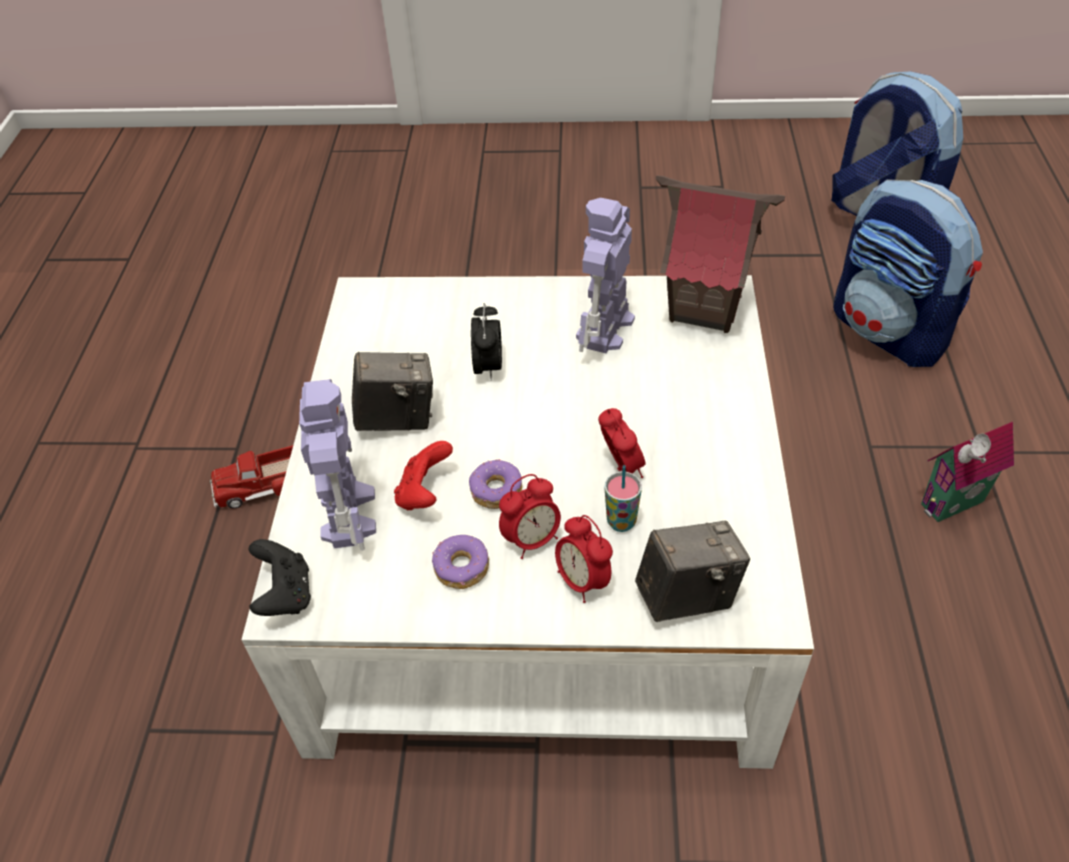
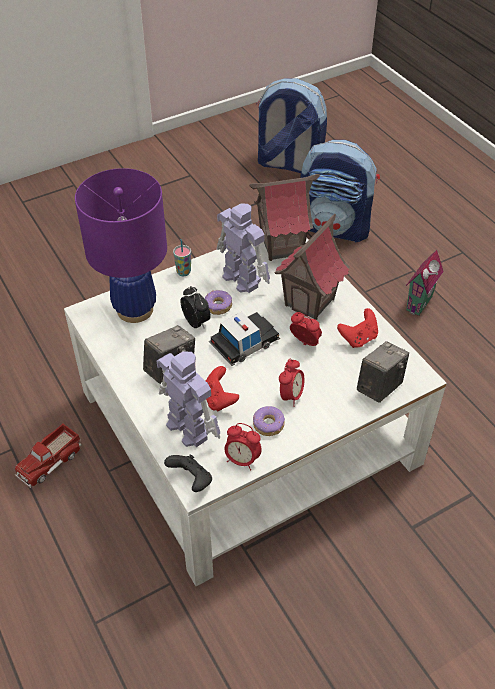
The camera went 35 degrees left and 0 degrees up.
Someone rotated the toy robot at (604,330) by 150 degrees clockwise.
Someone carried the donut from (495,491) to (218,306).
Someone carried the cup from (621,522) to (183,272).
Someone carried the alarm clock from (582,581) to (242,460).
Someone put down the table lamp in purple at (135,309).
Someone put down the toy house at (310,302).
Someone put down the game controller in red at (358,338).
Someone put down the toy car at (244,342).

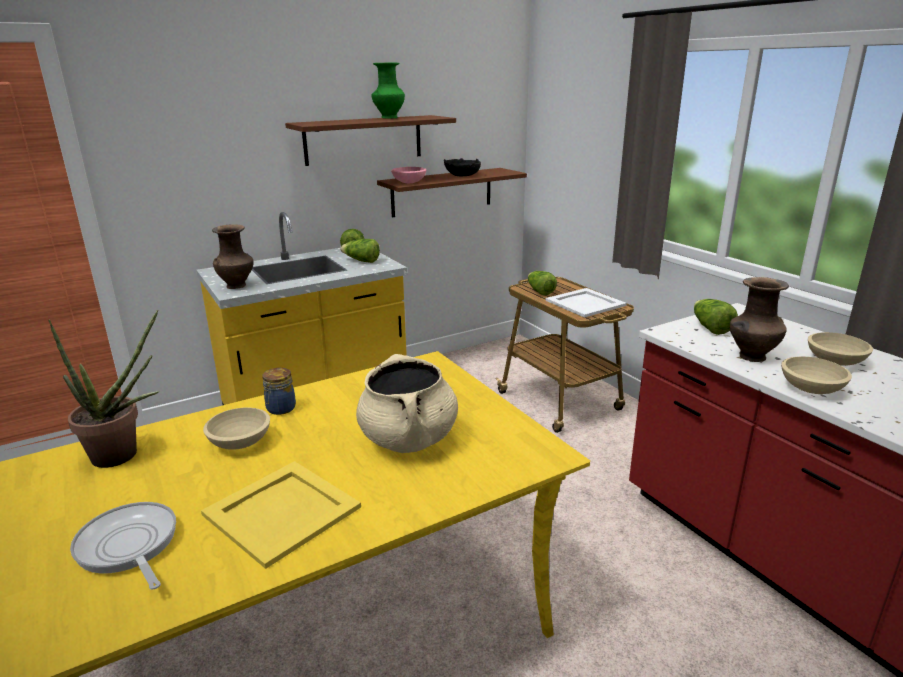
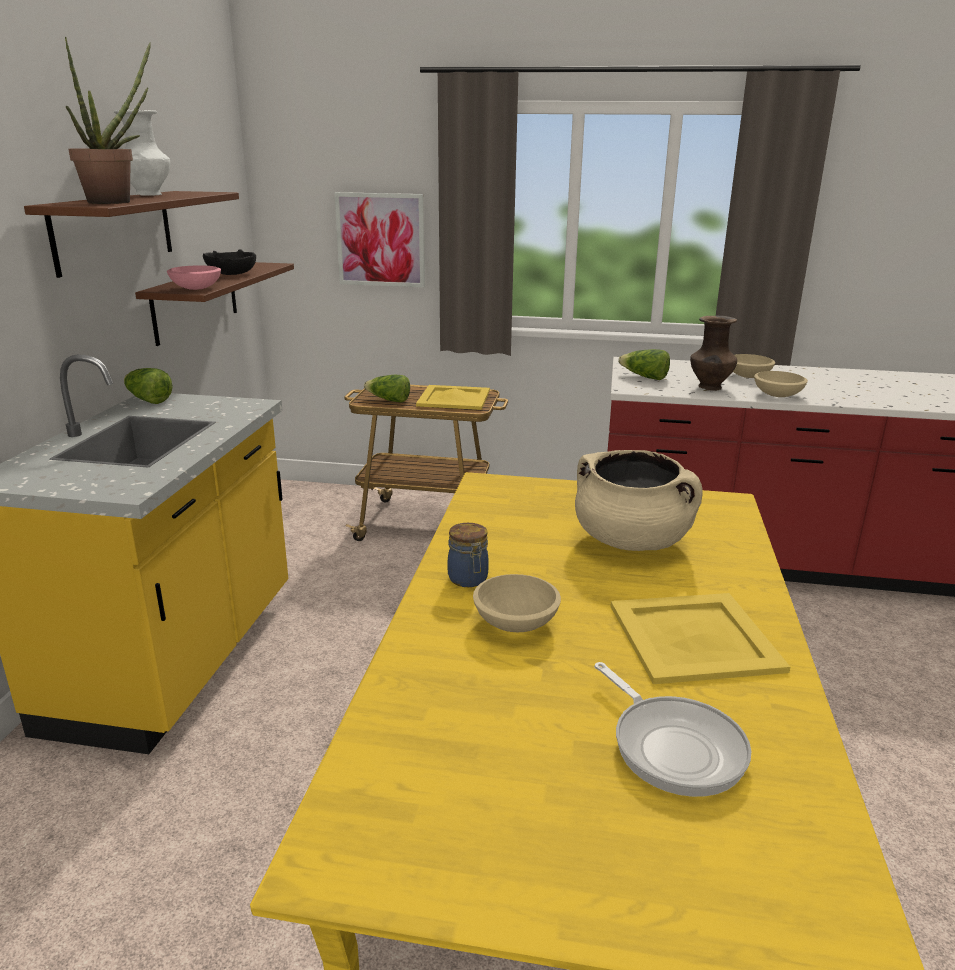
The camera went 50 degrees left and 0 degrees up.
Someone repainted the vase in green at (388,118), which became the vase in white at (148,195).
Someone took away the vase in brown at (237,286).
Someone took away the lettuce at (361,261).
Someone repainted the tray in white at (585,303), which became the tray in yellow at (454,398).
Someone carried the potted plant from (124,455) to (118,202).
Someone rotated the frying pan at (129,547) by 120 degrees counterclockwise.
Someone put up the picture at (381,240).

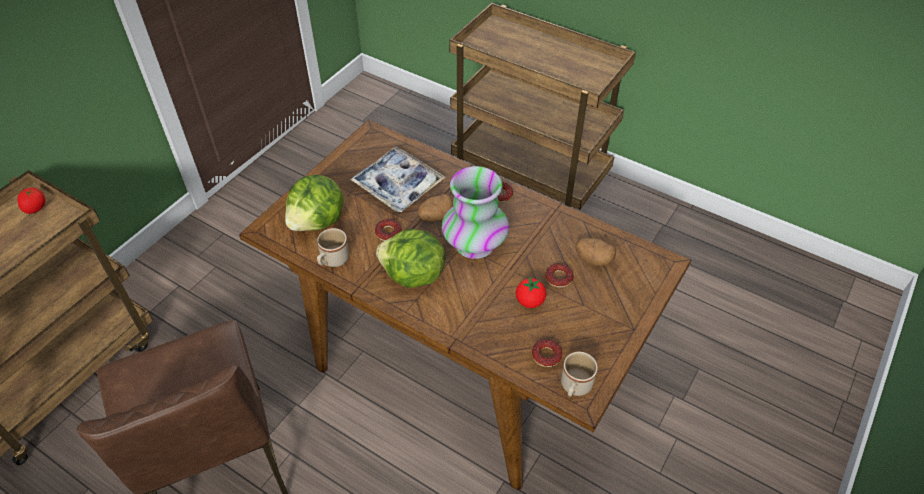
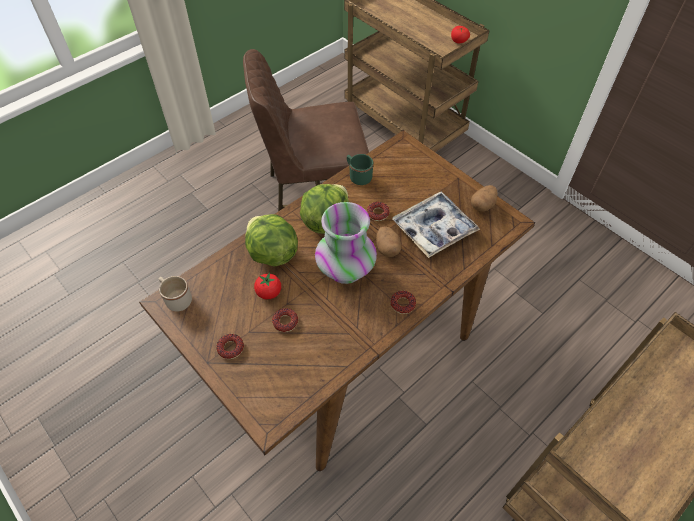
The camera went 105 degrees right and 5 degrees up.
Someone carried the lettuce from (318,222) to (272,254).
Someone repainted the mug in beige at (332,261), which became the mug in green at (358,176).
Someone carried the potato from (593,259) to (482,205).
Someone carried the donut from (546,355) to (230,348).

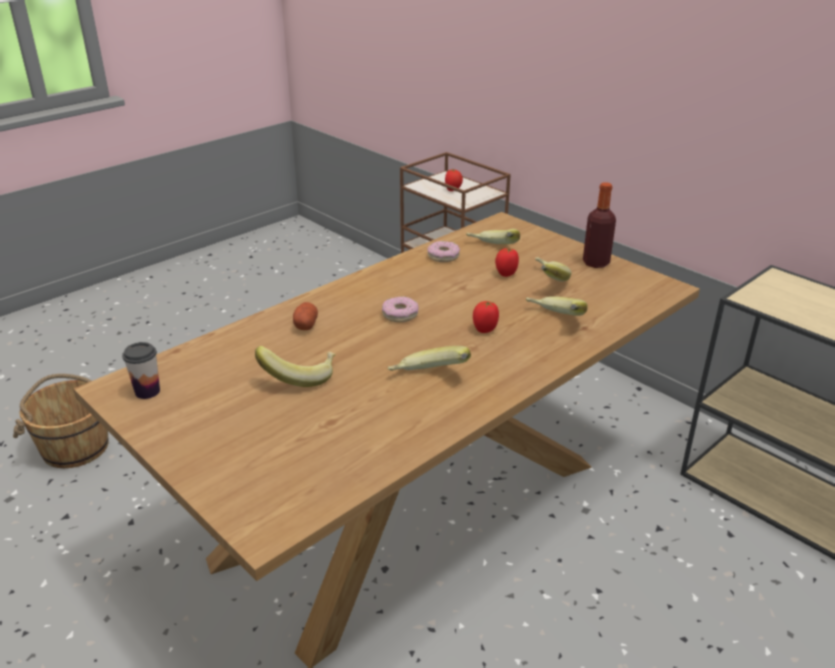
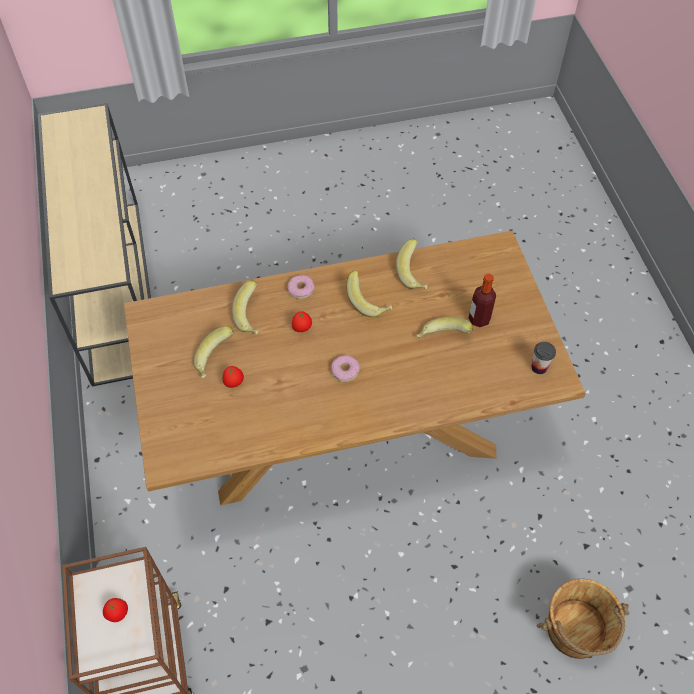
The camera went 150 degrees left and 25 degrees up.
Someone carried the bottle from (596,263) to (479,319).
Someone carried the banana from (491,250) to (414,274).
Someone carried the donut from (443,256) to (301,290).
Someone took away the potato at (305,324).

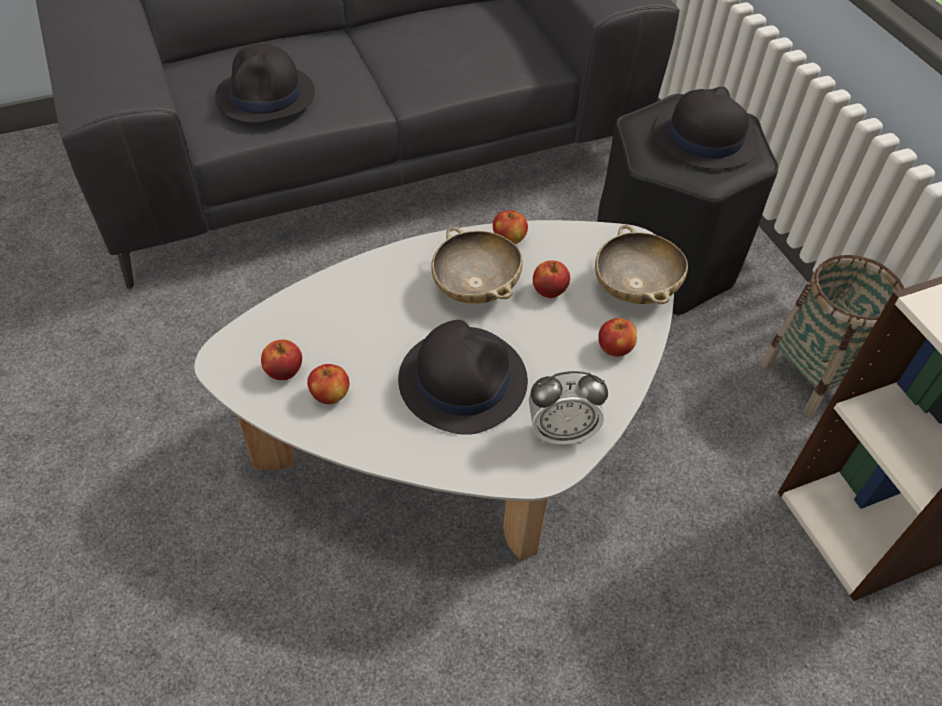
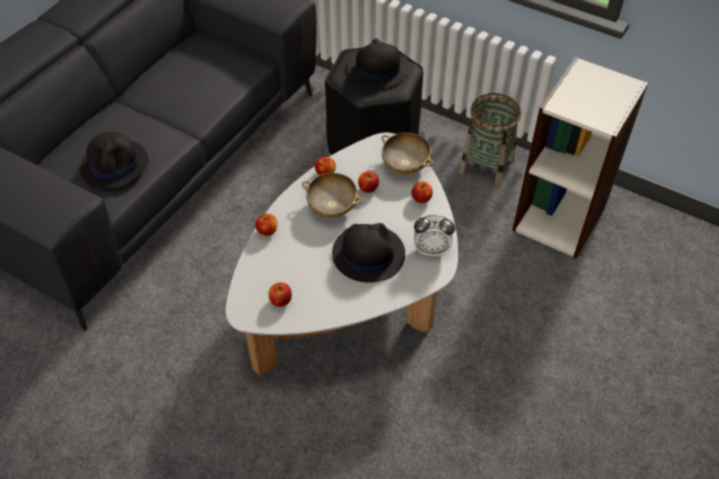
The camera went 35 degrees left and 0 degrees up.
Someone carried the apple from (330,395) to (267,231).
Someone rotated the alarm clock at (561,432) by 45 degrees clockwise.

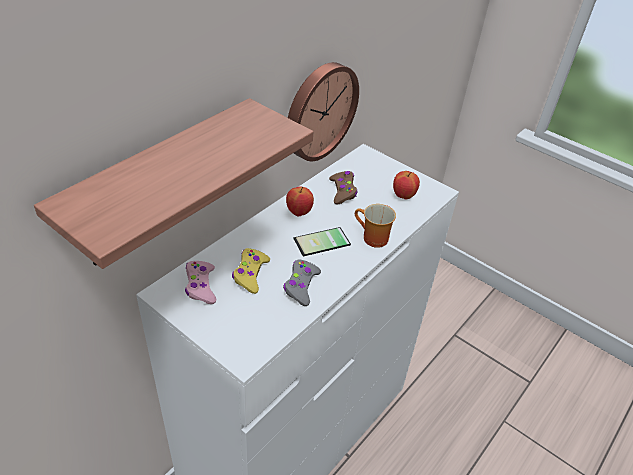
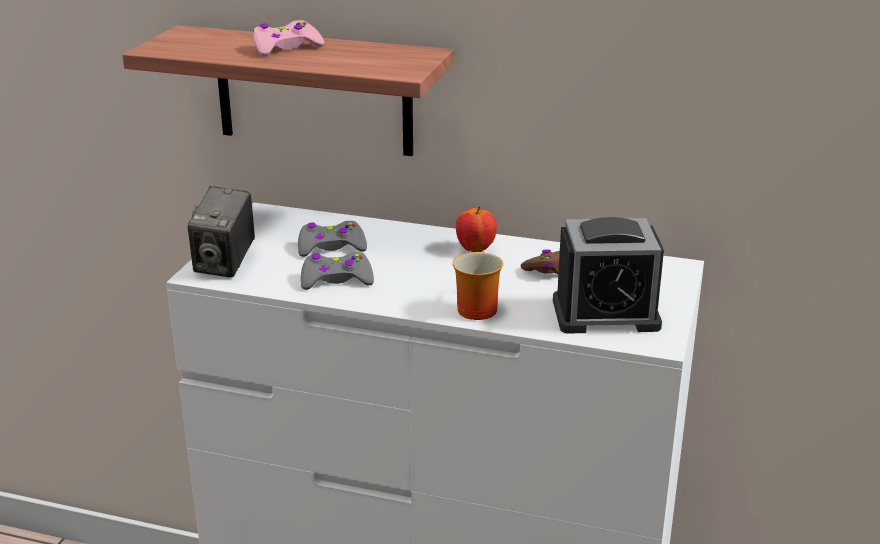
The camera went 70 degrees right and 15 degrees down.
Someone took away the wall clock at (319,110).
Someone swapped the apple at (403,196) for the alarm clock at (605,314).
Someone took away the phone at (323,243).
Someone repainted the game controller in yellow at (250,274), which became the game controller in grey at (331,247).
Someone carried the game controller in pink from (201,286) to (286,48).
Someone put down the photo camera at (225,264).

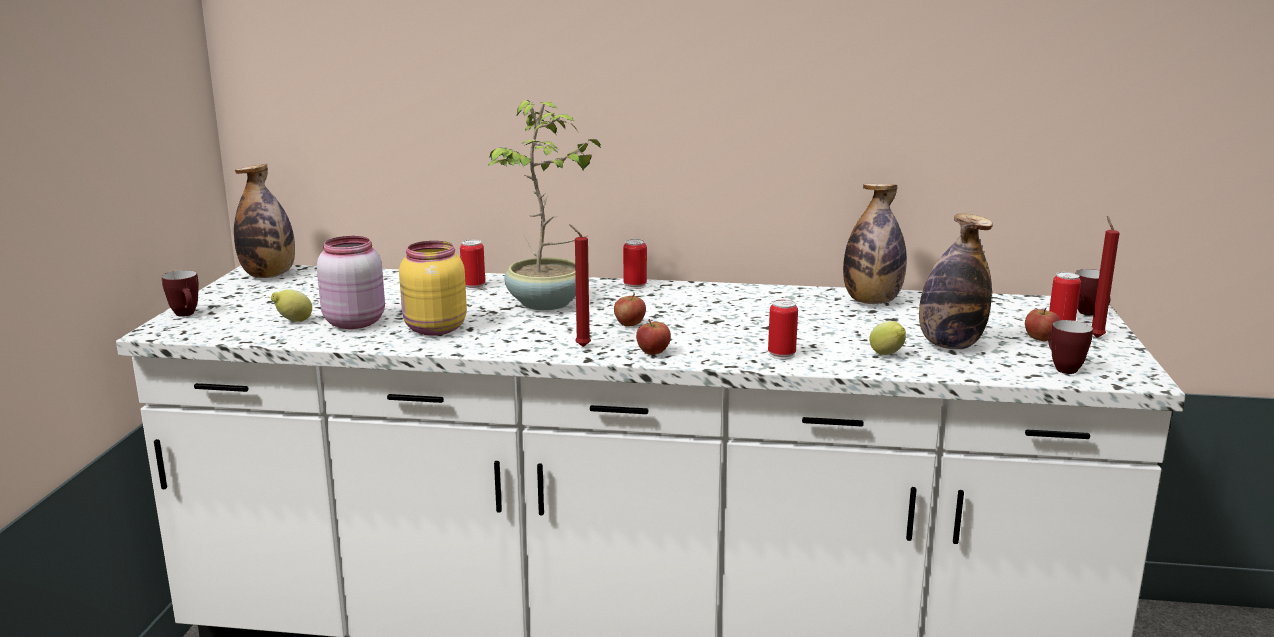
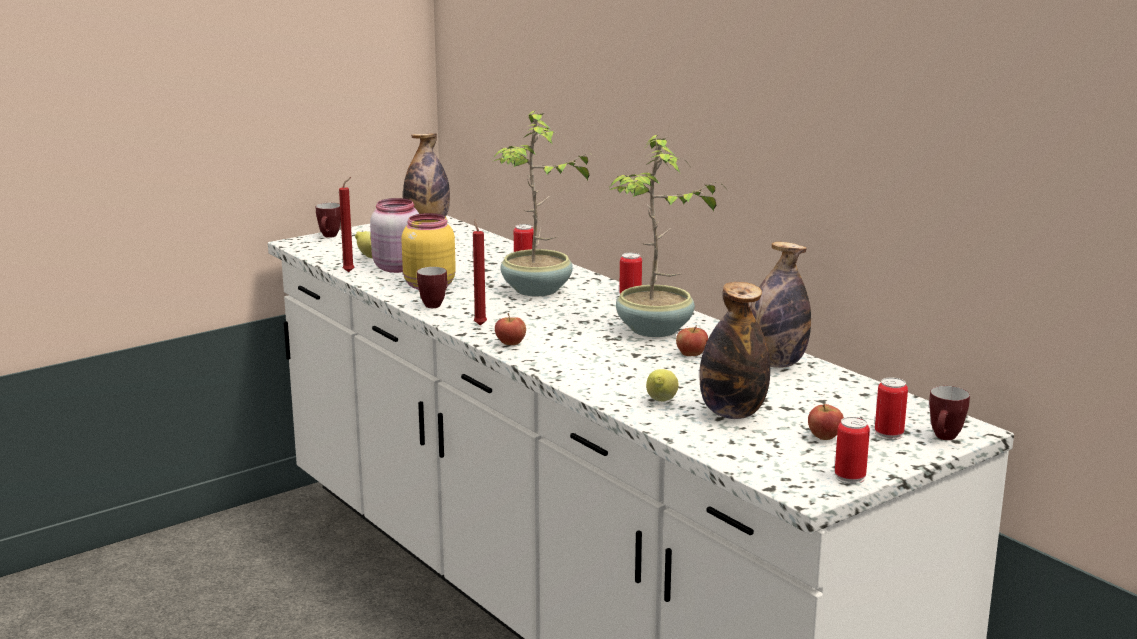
The camera went 45 degrees right and 0 degrees up.
Someone carried the candle in red from (1095,337) to (350,271).
Someone carried the apple from (629,324) to (691,355).
Someone carried the can from (781,354) to (850,477).
Someone carried the mug from (1062,368) to (435,304).
Someone put down the potted plant at (655,330).

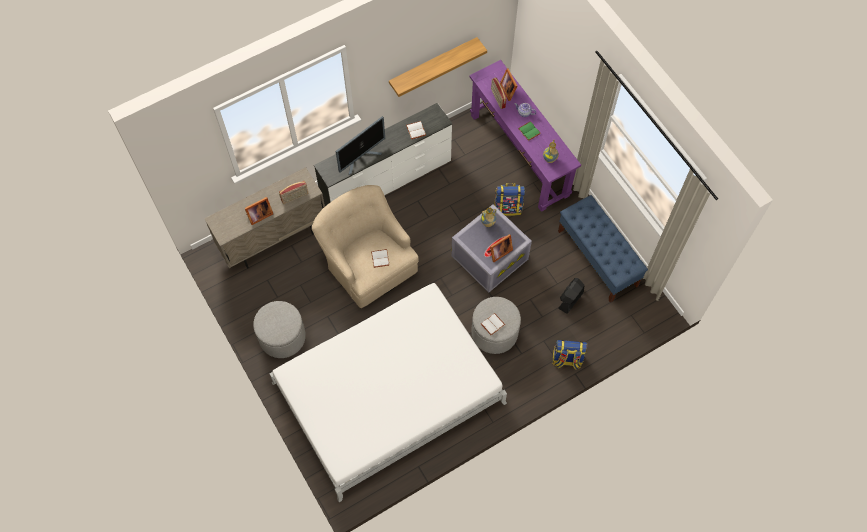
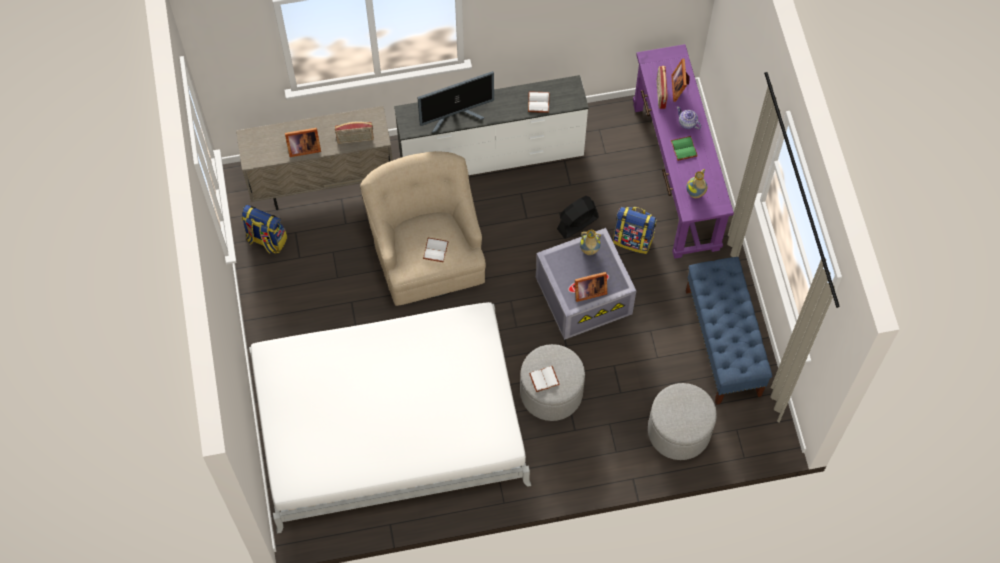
The camera went 20 degrees right and 0 degrees up.
Someone took away the shelf at (433,65).
Someone carried the fan in black from (570,299) to (577,223).
Someone carried the ottoman in grey from (282,337) to (679,431).
Someone carried the backpack from (566,360) to (266,240).

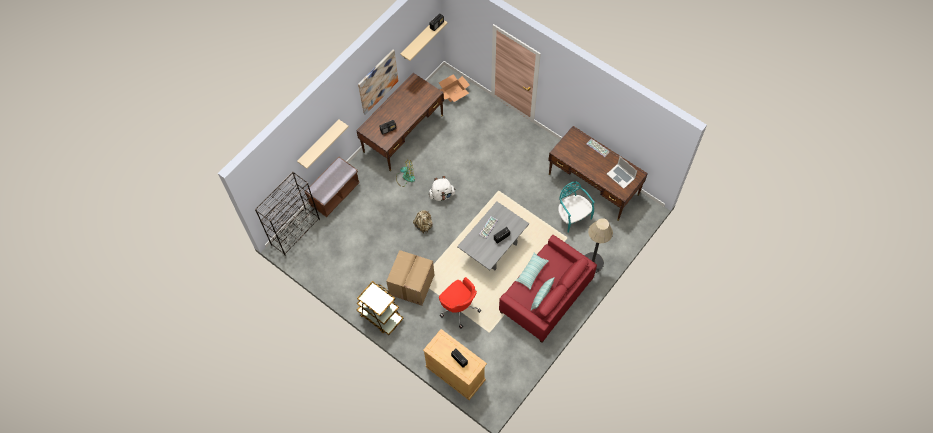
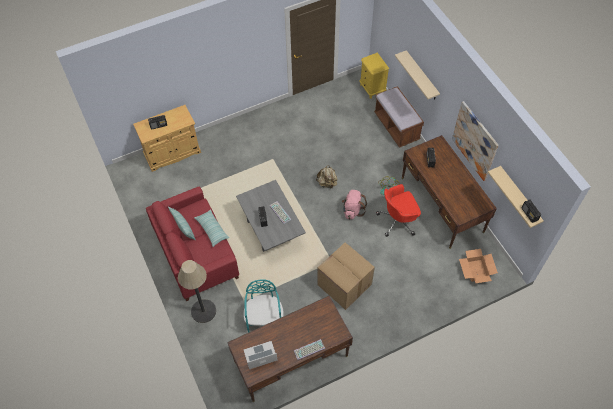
The camera went 115 degrees right and 5 degrees down.
Someone swapped the bookcase in black at (295,232) for the nightstand in yellow at (372,88).
Someone repainted the backpack in white at (442,195), which became the backpack in pink at (352,210).
Someone rotated the chair in turquoise at (573,216) by 90 degrees counterclockwise.
Someone carried the cardboard box from (412,285) to (343,284).
Someone carried the office chair in red from (459,307) to (398,220).
Someone took away the cart in brown at (380,316).

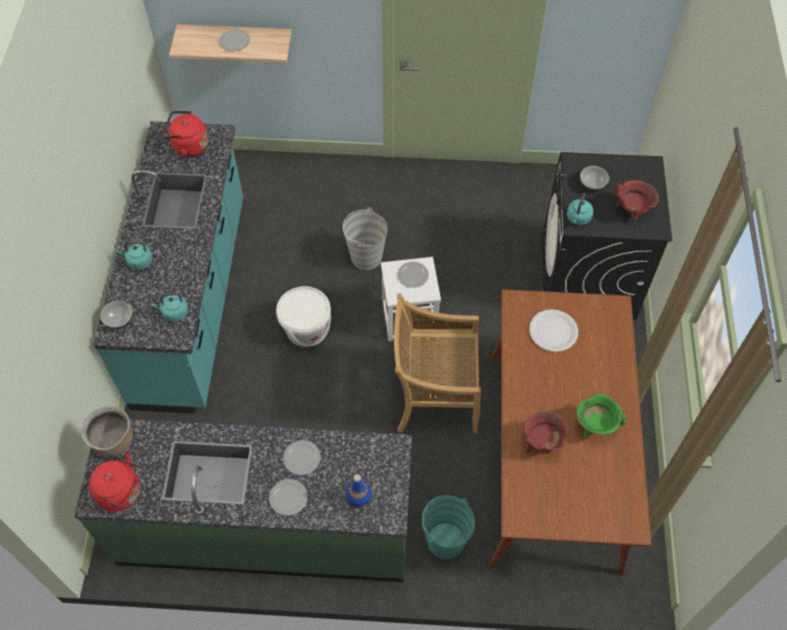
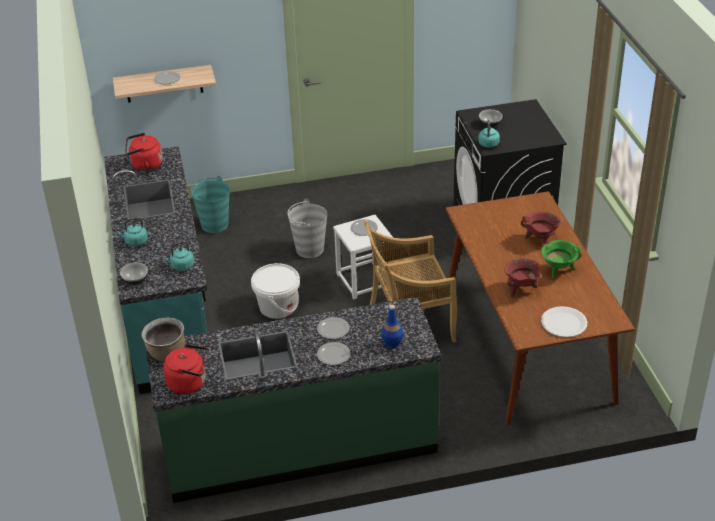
The camera went 15 degrees left and 20 degrees down.
Someone carried the cooking pot in red from (632,211) to (540,240).
Someone carried the plate in white from (553,331) to (563,323).
Someone carried the bucket in turquoise from (445,540) to (214,224).

